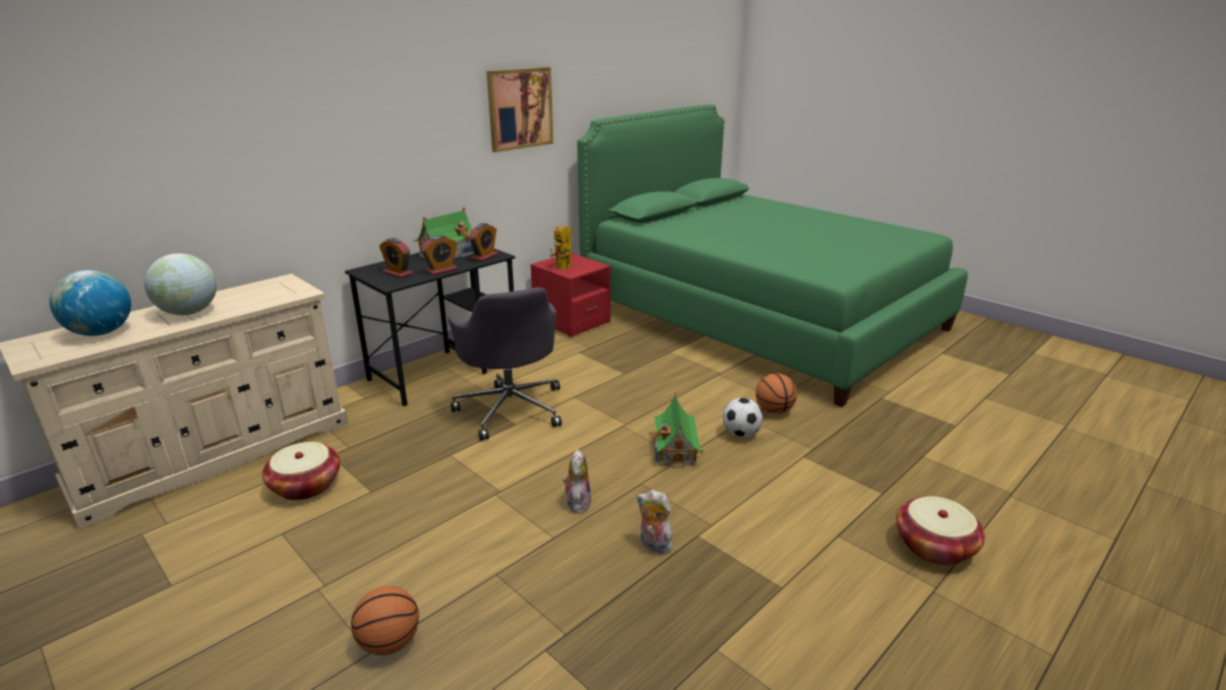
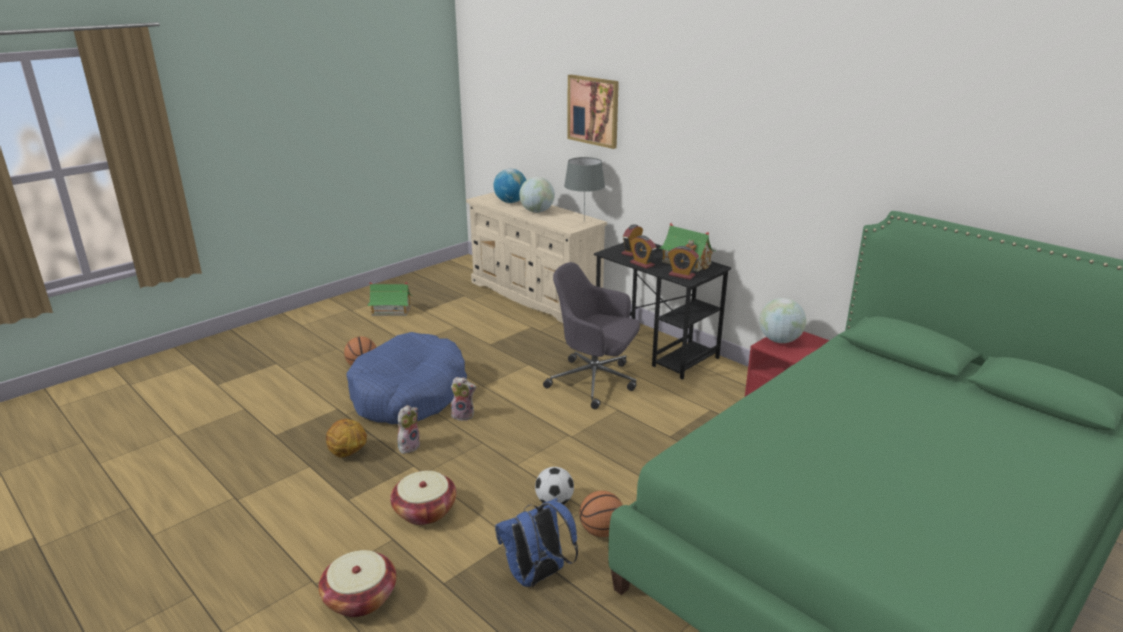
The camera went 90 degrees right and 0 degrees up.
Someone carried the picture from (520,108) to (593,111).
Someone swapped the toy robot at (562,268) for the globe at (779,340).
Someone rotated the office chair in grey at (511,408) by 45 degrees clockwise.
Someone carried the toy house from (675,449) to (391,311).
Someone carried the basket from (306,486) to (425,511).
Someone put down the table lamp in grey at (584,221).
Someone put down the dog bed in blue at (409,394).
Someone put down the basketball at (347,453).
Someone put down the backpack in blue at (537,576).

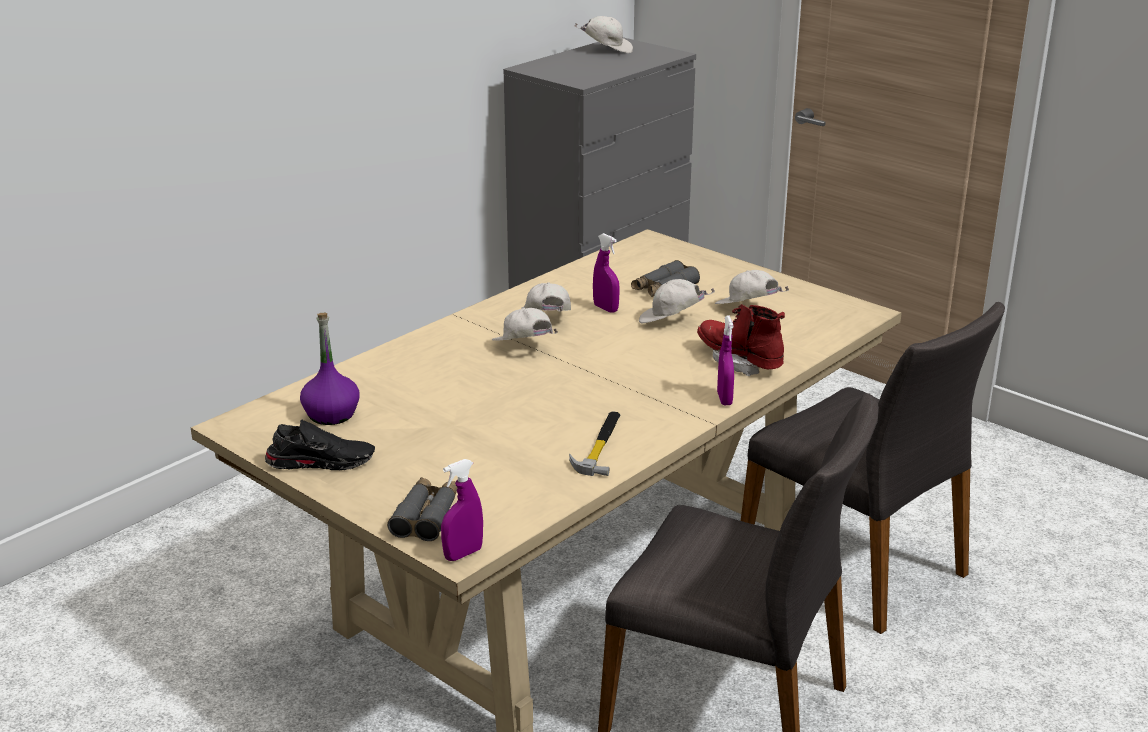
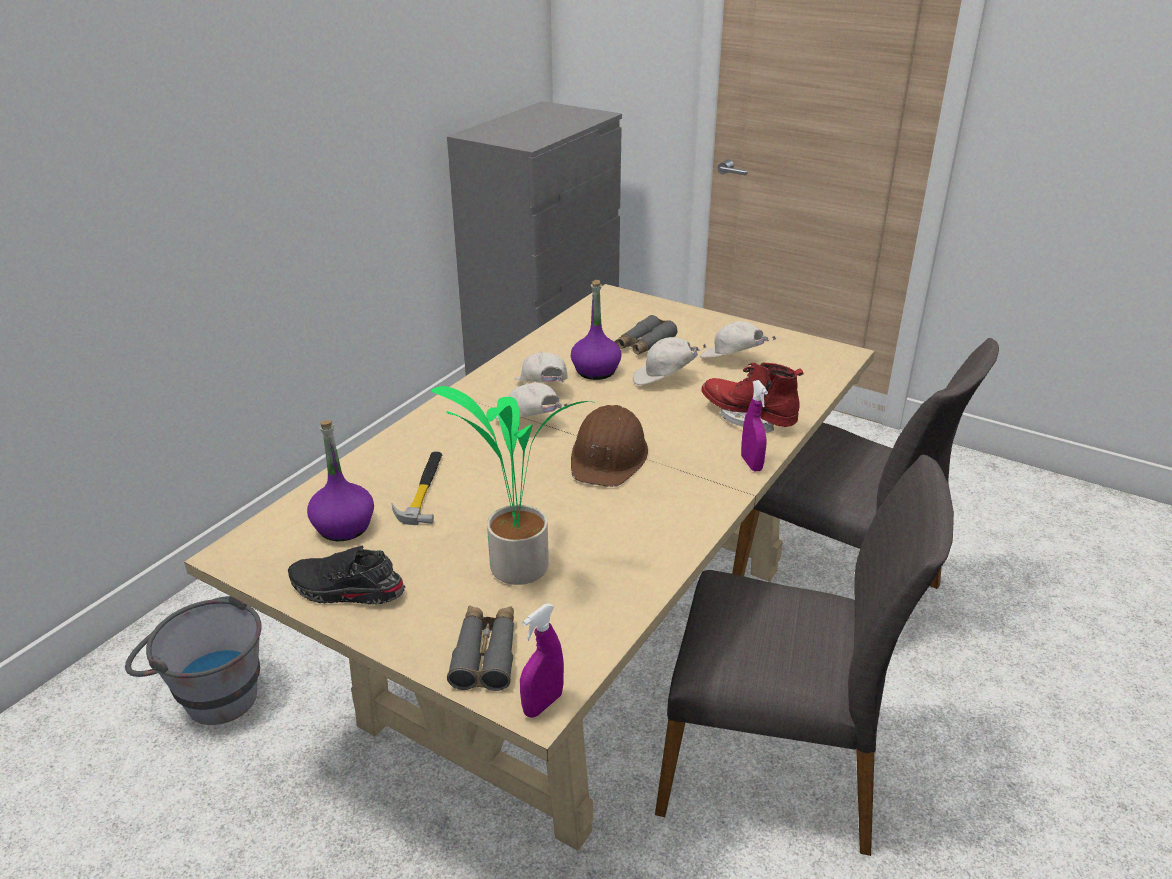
The camera went 10 degrees left and 5 degrees up.
Someone took away the cap in white at (607,50).
Someone swapped the spray bottle in purple at (605,308) for the bottle in purple at (596,371).
Someone carried the hammer from (600,445) to (423,489).
Someone rotated the shoe in black at (321,461) by 150 degrees counterclockwise.
Someone put down the potted plant at (515,569).
Someone put down the hard hat in brown at (609,457).
Someone put down the bucket in grey at (210,694).

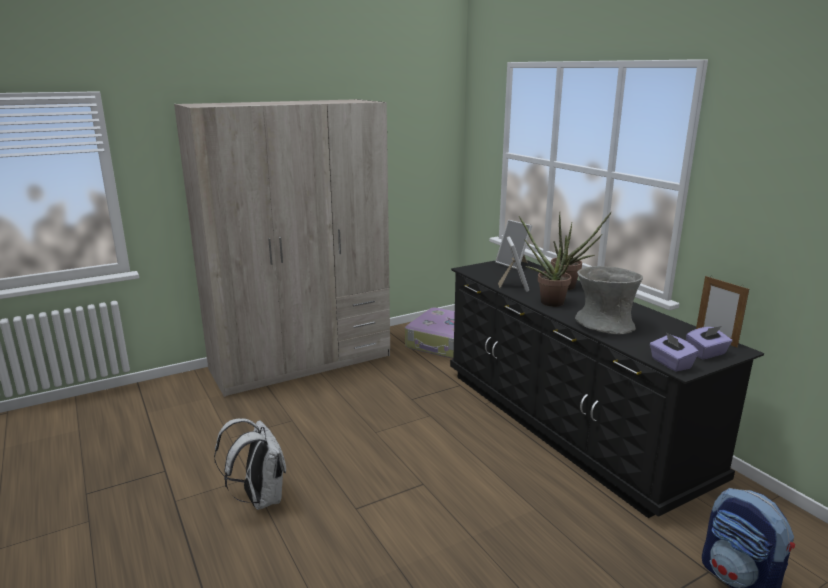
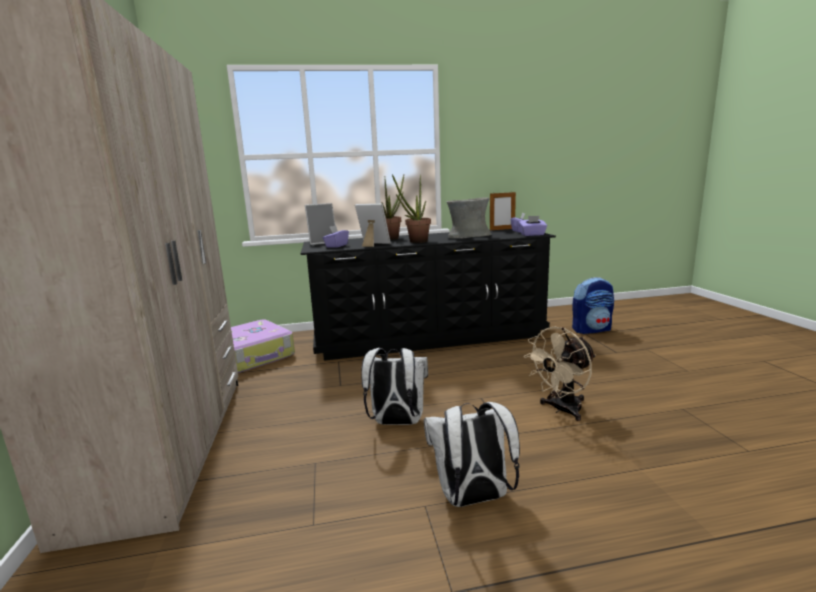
The camera went 70 degrees left and 5 degrees down.
Someone put down the tissue box in purple at (336,246).
Someone put down the fan in beige at (561,410).
Someone put down the backpack in white at (396,422).

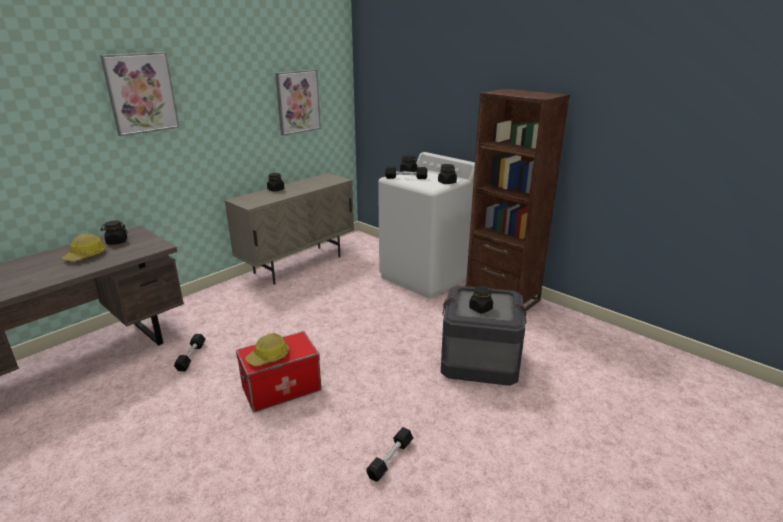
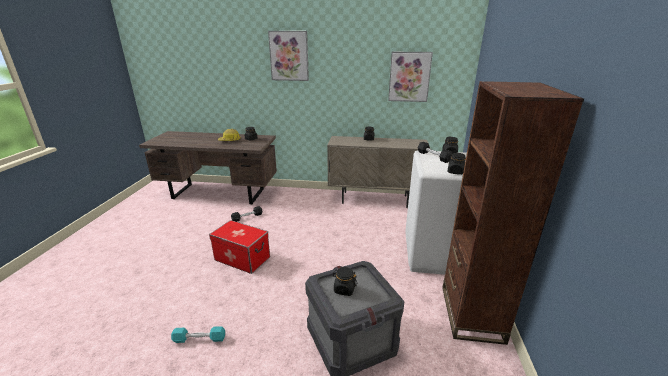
The camera went 55 degrees right and 0 degrees up.
Someone took away the hard hat at (269,357).
Someone repainted the dumbbell in black at (390,459), which became the dumbbell in turquoise at (199,339).

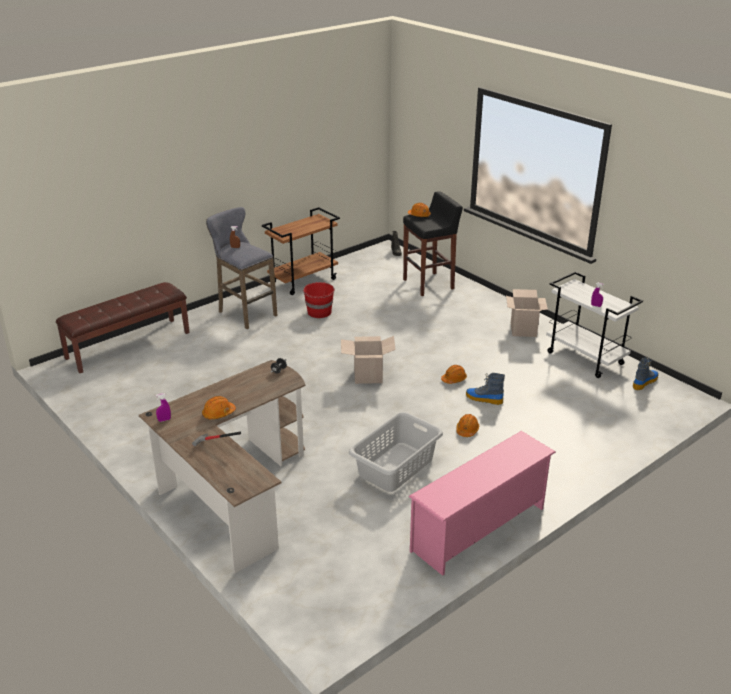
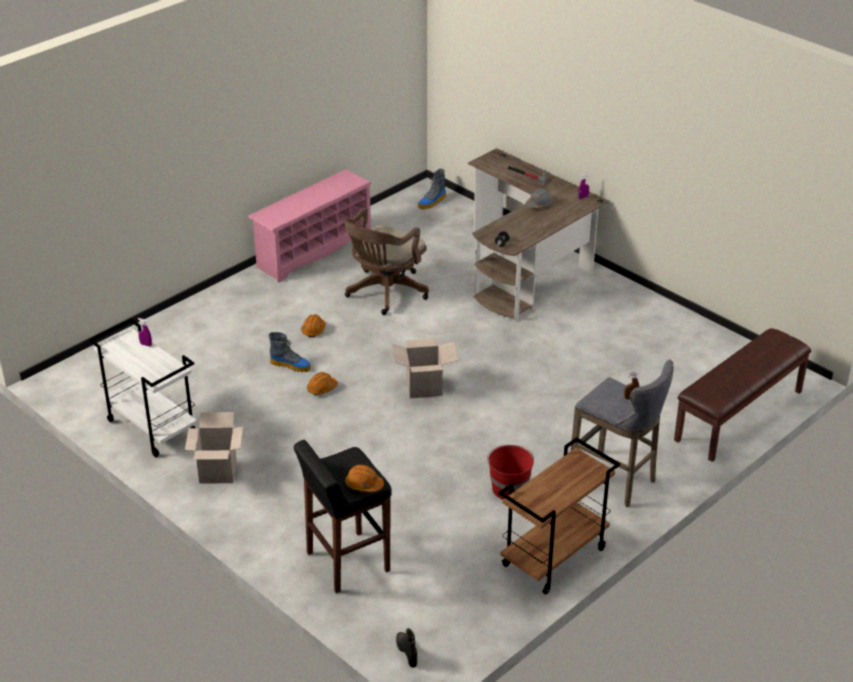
The camera went 175 degrees right and 5 degrees up.
Someone carried the boot from (644,382) to (432,202).
Someone repainted the hard hat in orange at (218,413), which became the hard hat in grey at (539,204).
Someone swapped the laundry basket in grey at (396,467) for the office chair in brown at (384,293).

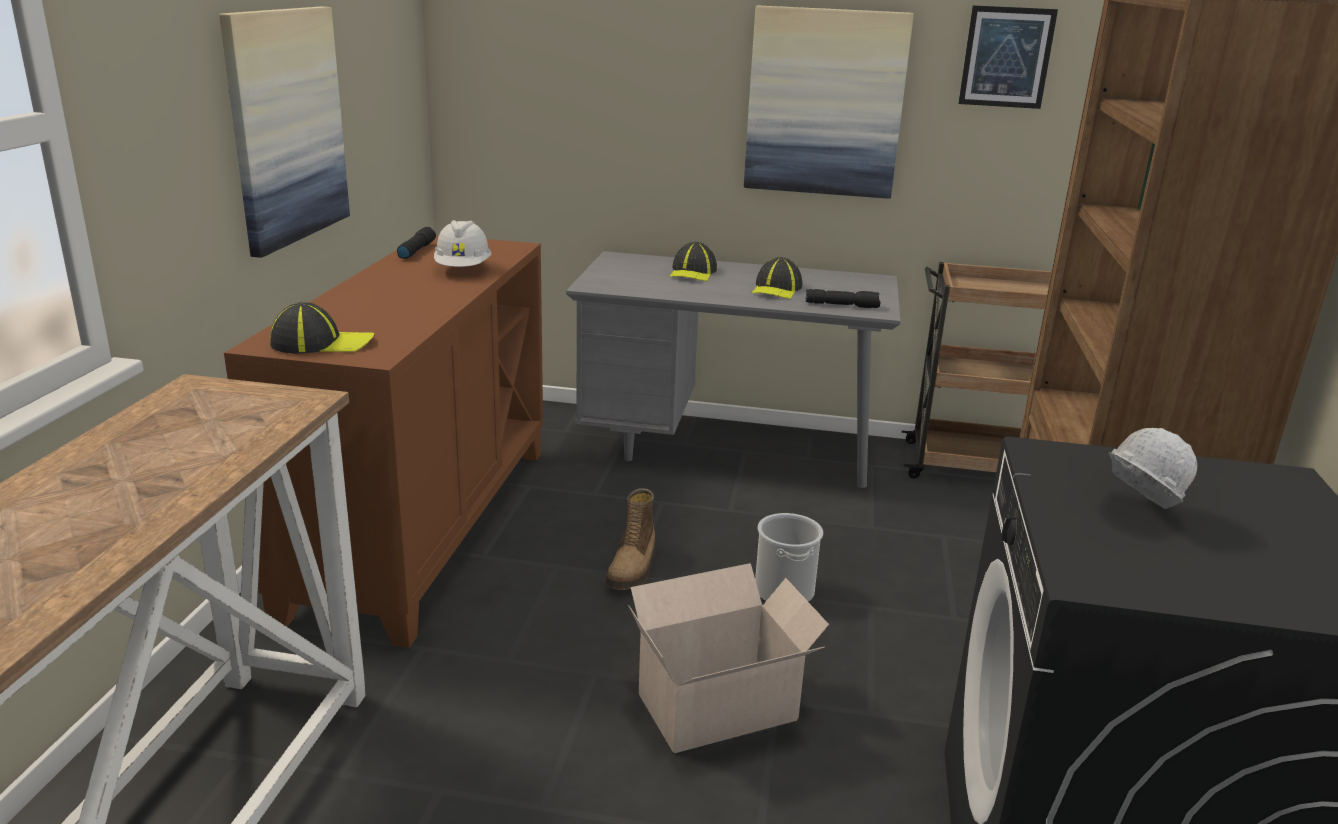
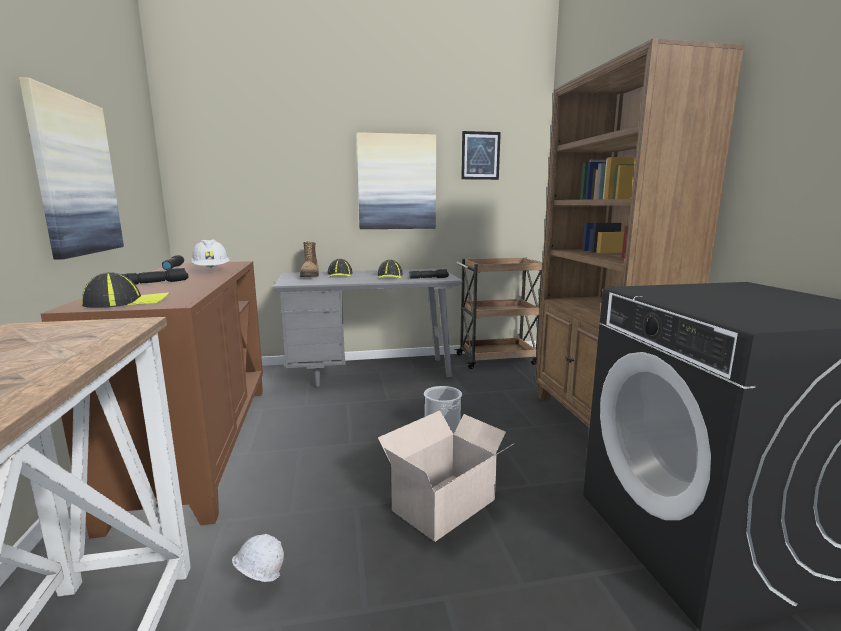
The camera went 20 degrees left and 10 degrees down.
Someone carried the hard hat in white from (1135,512) to (260,584).
Someone carried the boot from (633,569) to (310,276).
Someone put down the flashlight in black at (155,283).

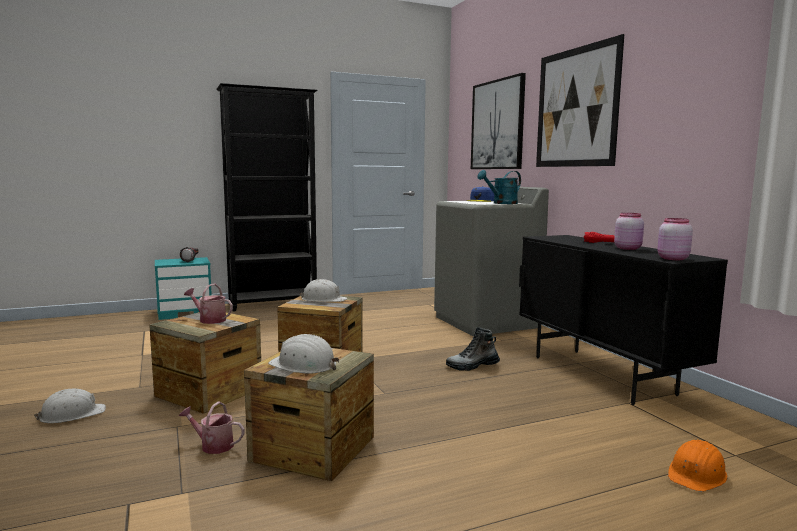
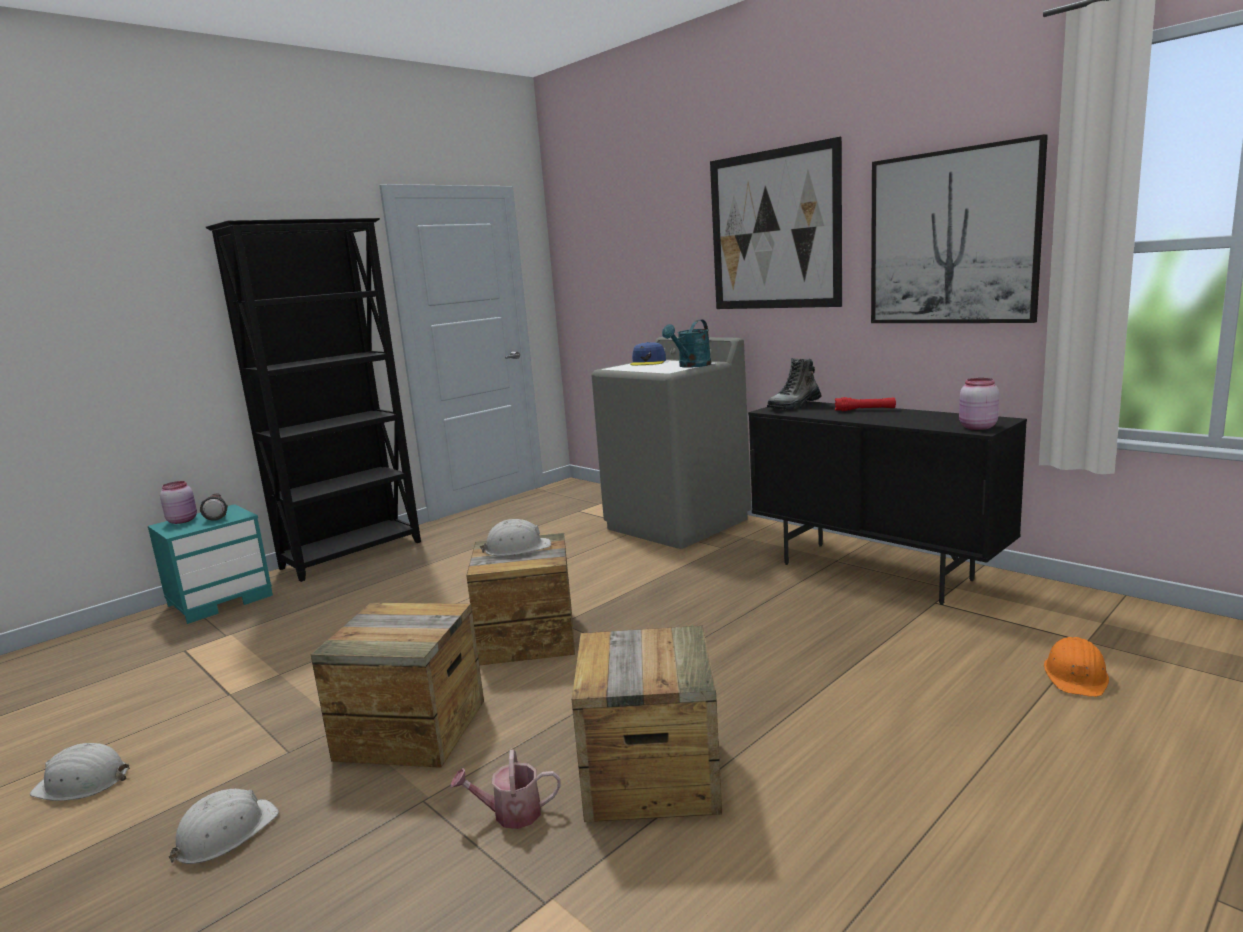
The camera went 20 degrees left and 5 degrees up.
Someone carried the picture from (497,125) to (952,238).
Someone carried the jar in pink from (628,248) to (183,520).
Someone took away the watering can at (209,320).
Someone carried the boot from (472,366) to (794,406).
Someone carried the hard hat in white from (303,365) to (82,782).

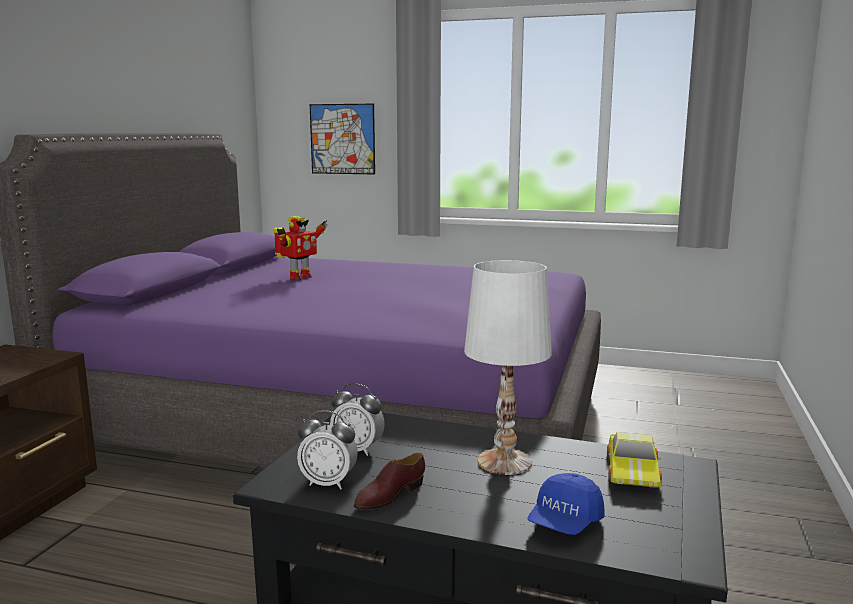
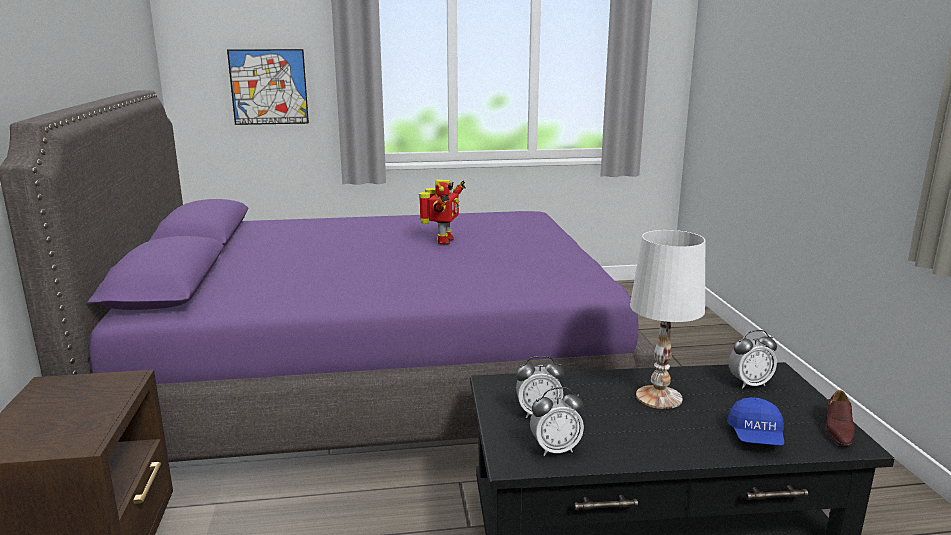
The camera went 25 degrees left and 5 degrees up.
Someone carried the toy robot from (298,277) to (443,241).
Someone swapped the toy car at (634,471) for the alarm clock at (749,384).
Someone carried the shoe in brown from (389,495) to (837,430).

